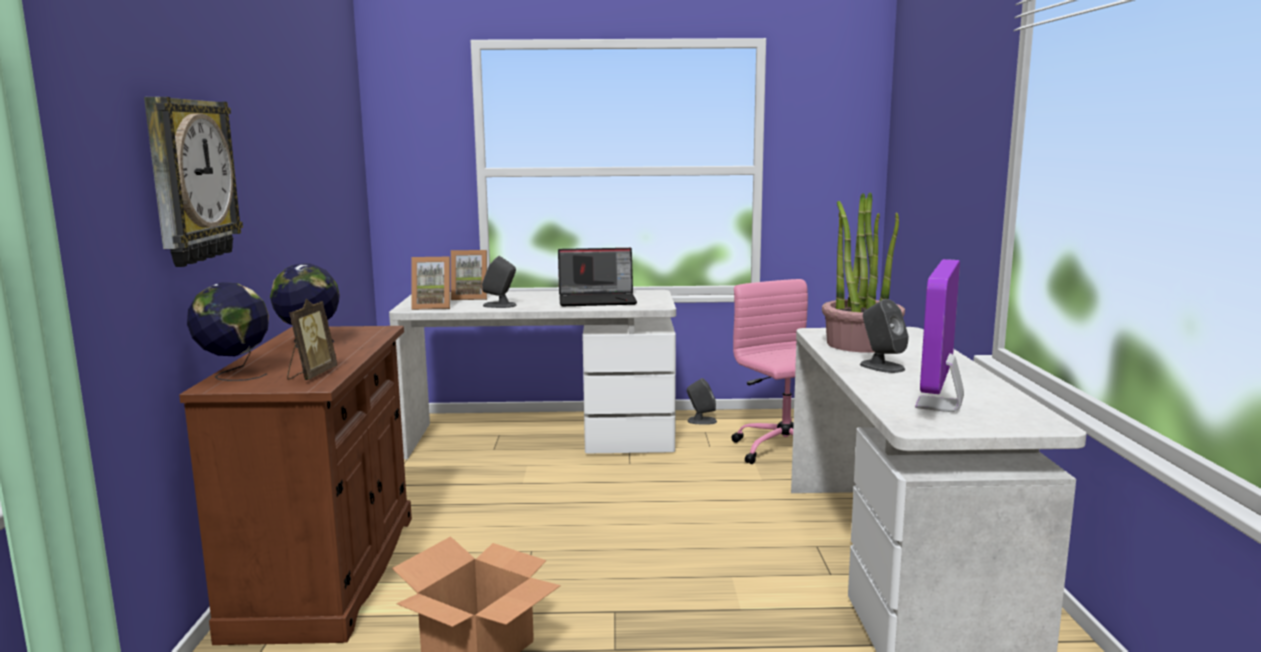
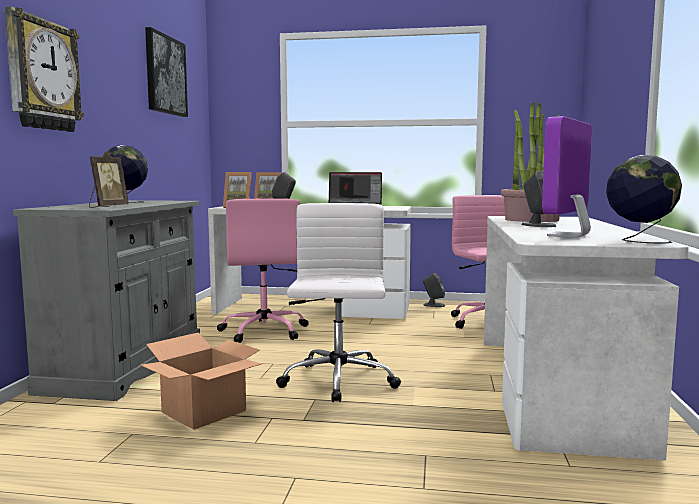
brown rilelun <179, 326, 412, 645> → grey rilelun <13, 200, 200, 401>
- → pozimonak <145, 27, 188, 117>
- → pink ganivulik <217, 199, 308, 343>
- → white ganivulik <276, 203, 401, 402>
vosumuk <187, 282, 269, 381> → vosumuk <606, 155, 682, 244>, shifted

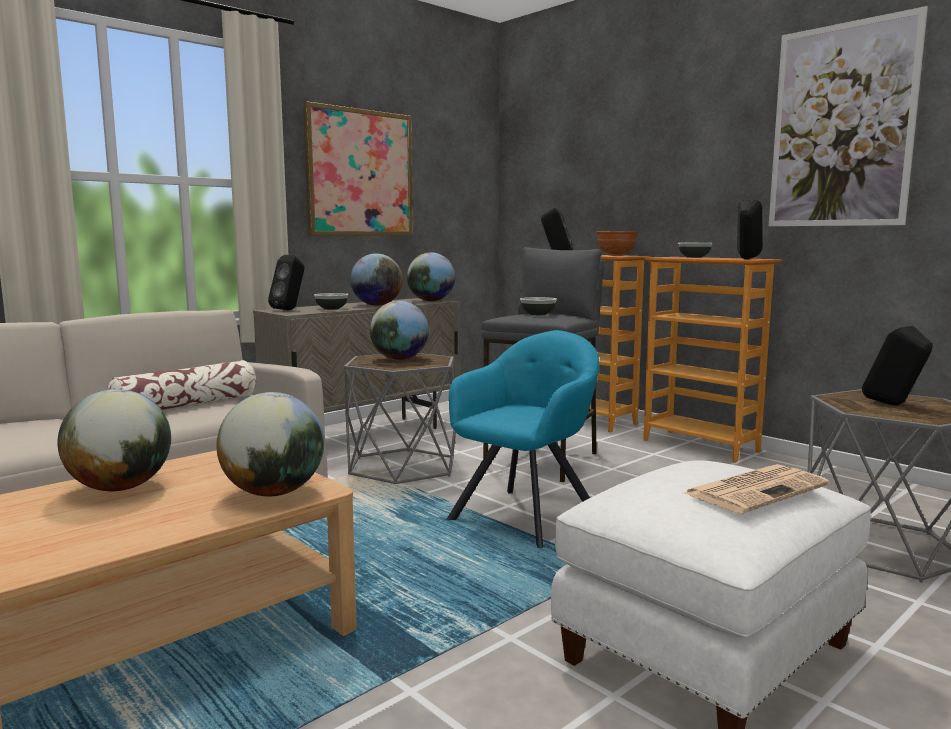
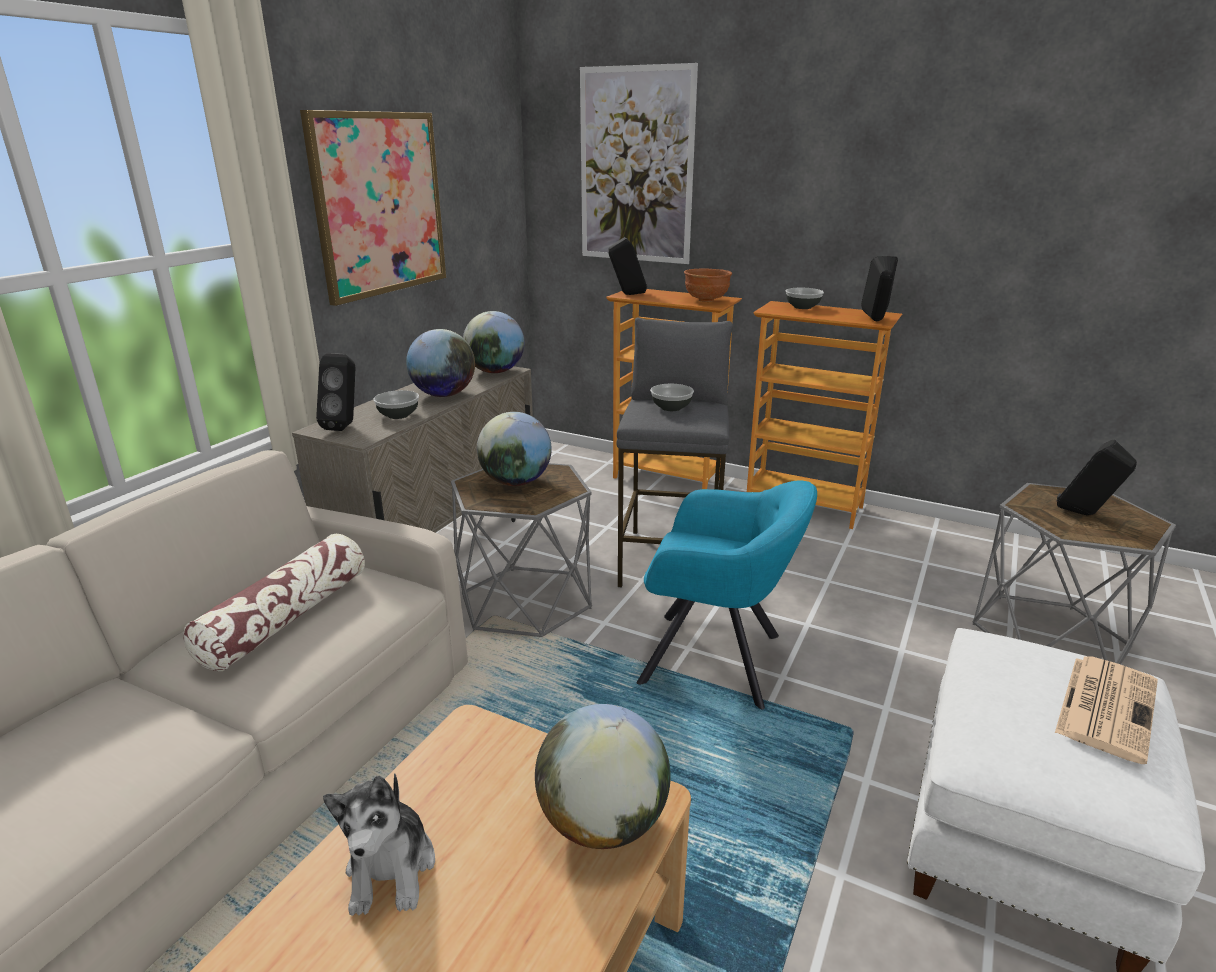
vosumuk <58, 389, 171, 491> → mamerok <323, 774, 435, 916>
pozimonak <769, 6, 928, 226> → pozimonak <580, 63, 698, 264>, shifted
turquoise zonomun <446, 330, 599, 548> → turquoise zonomun <637, 480, 817, 709>, 90 degrees clockwise

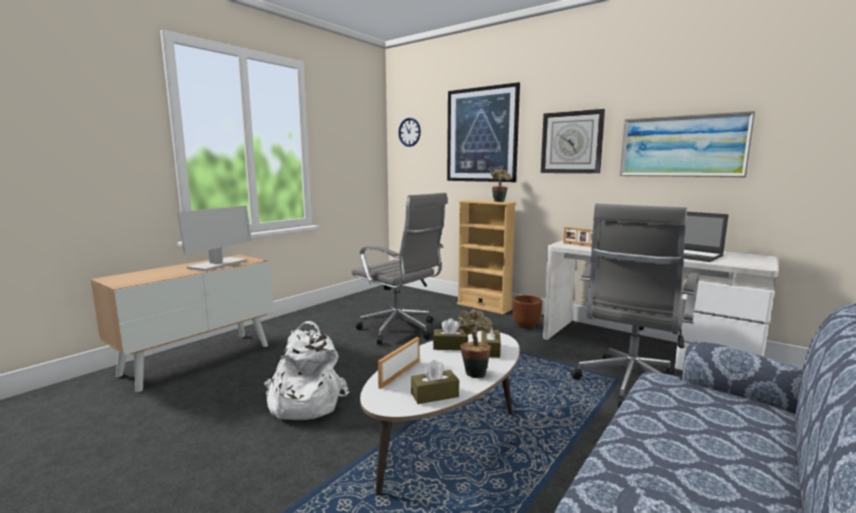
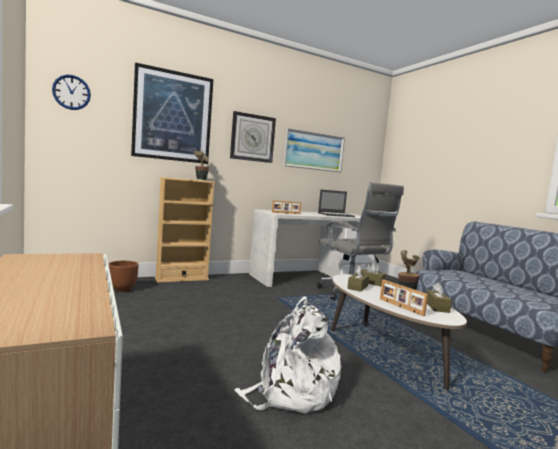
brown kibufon <512, 295, 542, 328> → brown kibufon <109, 261, 139, 292>, shifted
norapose <177, 205, 252, 271> → -
grey ganivulik <351, 193, 448, 345> → -

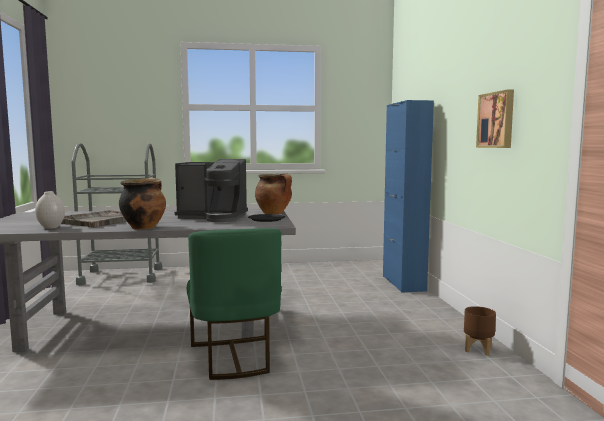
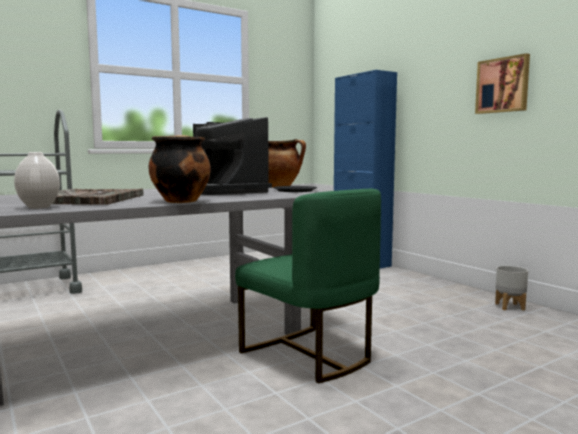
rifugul <175, 159, 248, 222> → rifugul <193, 117, 272, 195>, 75 degrees clockwise
brown kibufon <464, 306, 496, 356> → grey kibufon <495, 266, 528, 311>

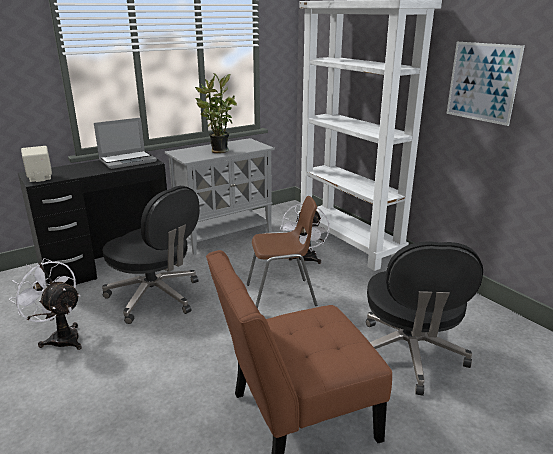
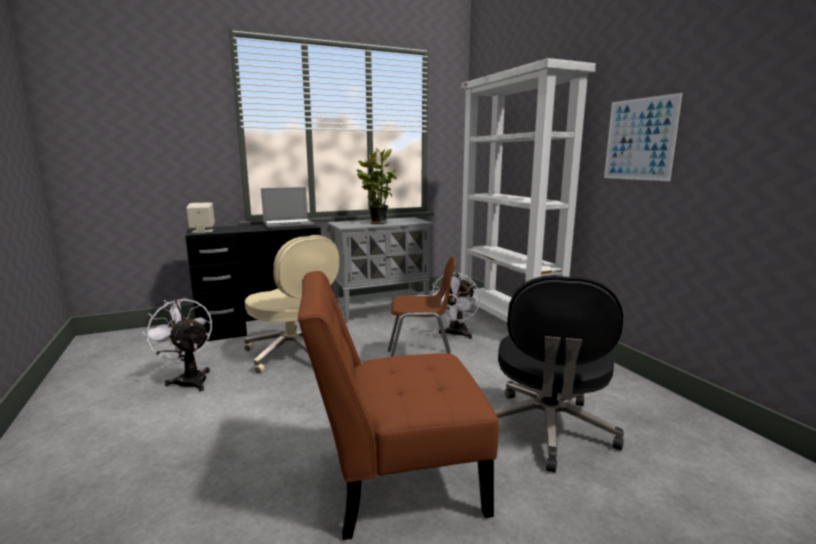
black ganivulik <102, 186, 199, 324> → beige ganivulik <244, 235, 339, 374>

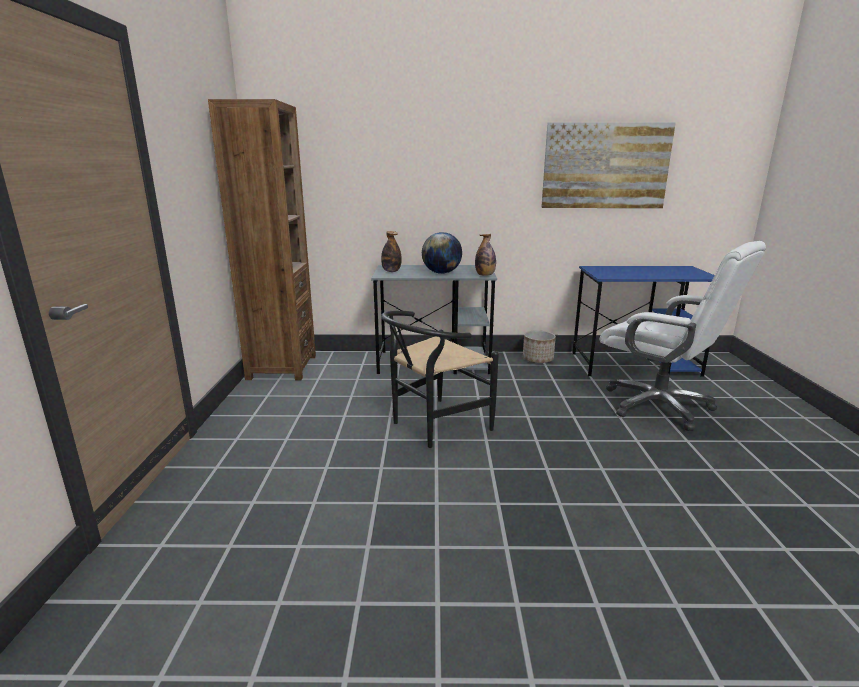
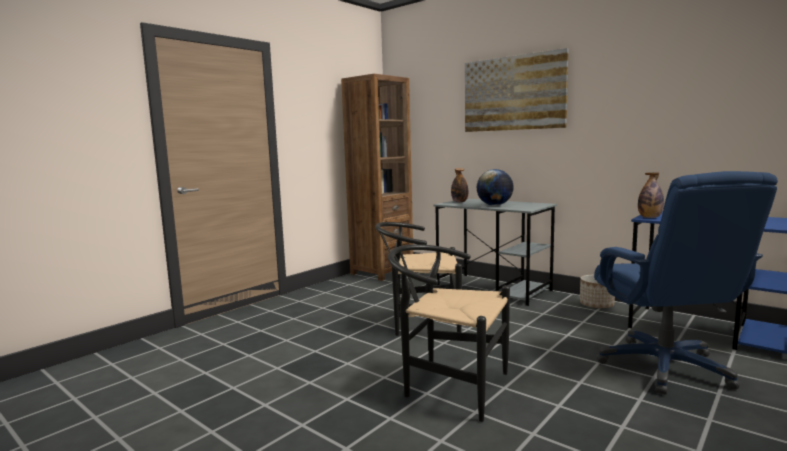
- → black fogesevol <388, 244, 510, 422>
pozimonak <541, 122, 676, 208> → pozimonak <465, 48, 569, 132>, shifted
white ganivulik <600, 241, 766, 431> → blue ganivulik <594, 171, 778, 395>
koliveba <475, 234, 496, 276> → koliveba <638, 172, 664, 218>, shifted

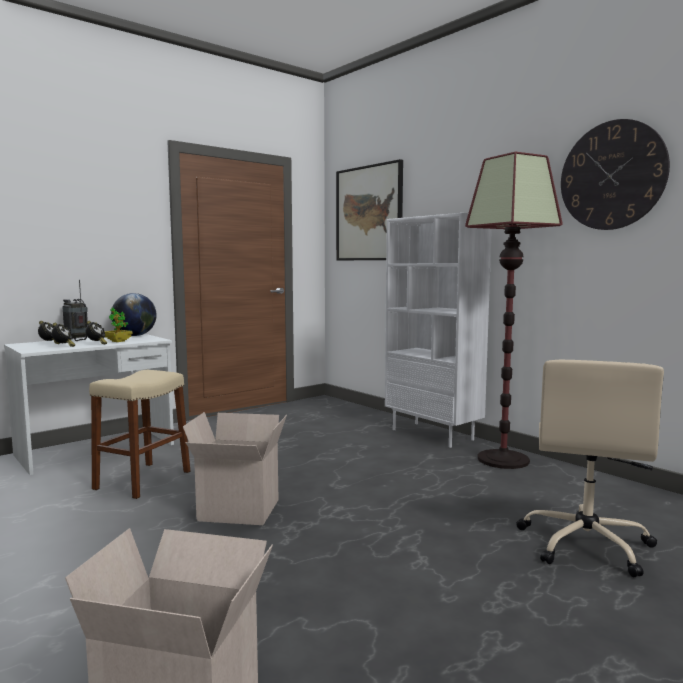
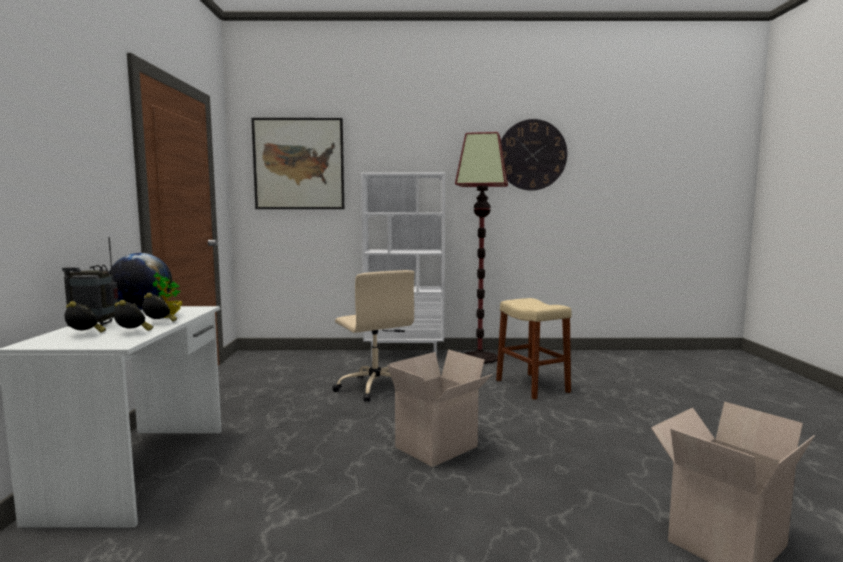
beige ganivulik <516, 359, 664, 577> → beige ganivulik <332, 270, 415, 402>, shifted
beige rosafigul <89, 370, 190, 499> → beige rosafigul <496, 298, 572, 400>, shifted

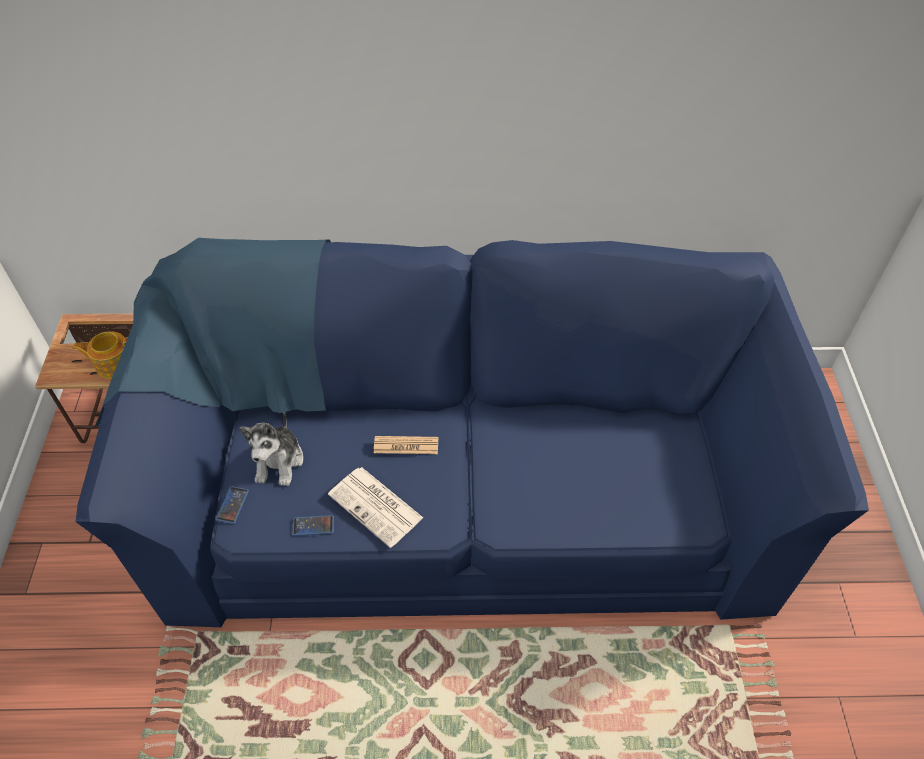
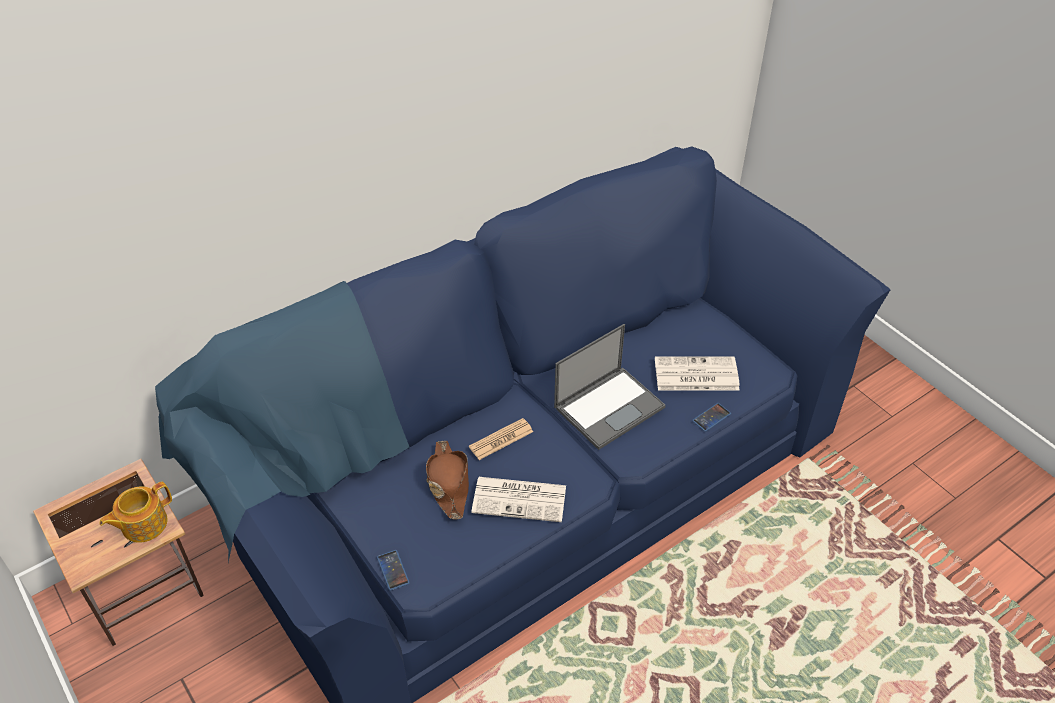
- → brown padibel <426, 441, 469, 519>
- → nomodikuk <554, 324, 666, 450>
- → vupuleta <655, 356, 740, 391>
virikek <292, 515, 334, 536> → virikek <692, 403, 731, 432>, shifted
mamerok <239, 412, 303, 486> → -

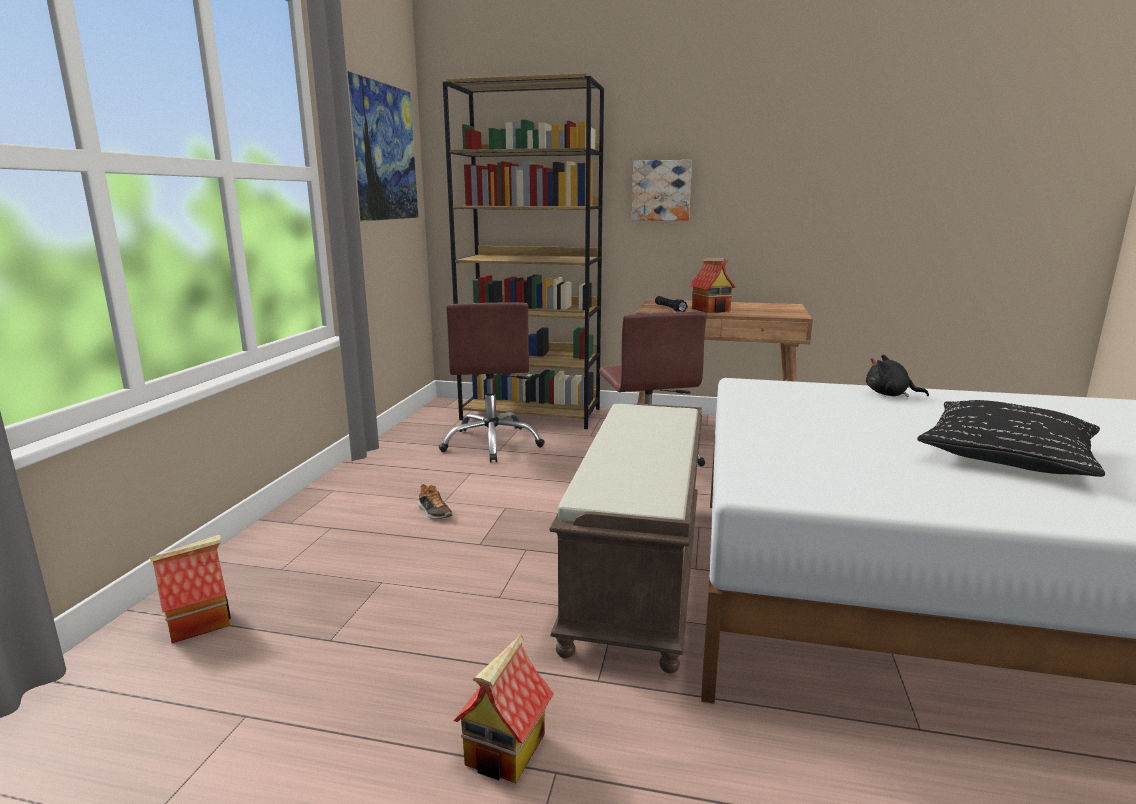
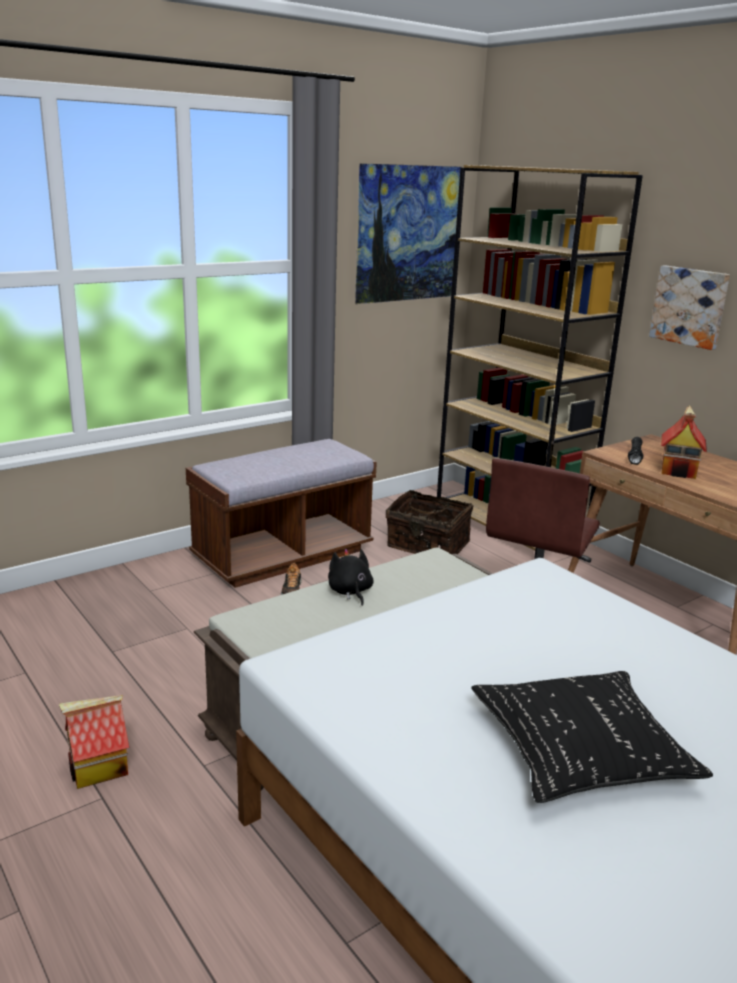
- → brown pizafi <186, 439, 377, 588>
black mamerok <866, 355, 929, 397> → black mamerok <328, 549, 374, 606>, shifted
brown ganivulik <439, 303, 545, 462> → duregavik <386, 490, 473, 554>
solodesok <149, 535, 231, 643> → -

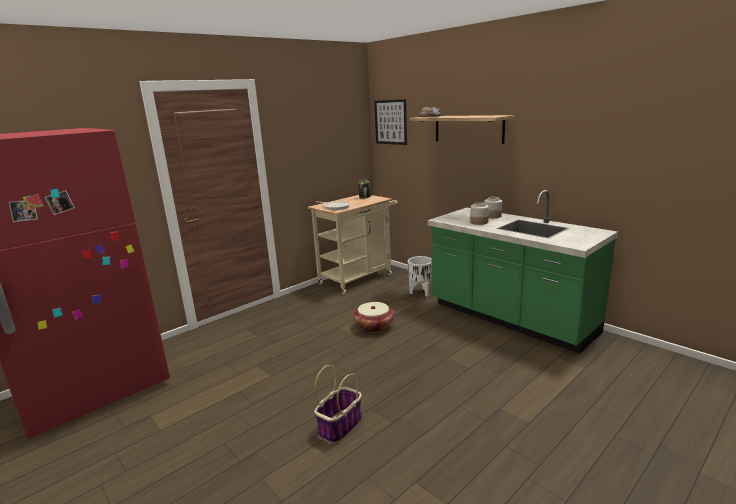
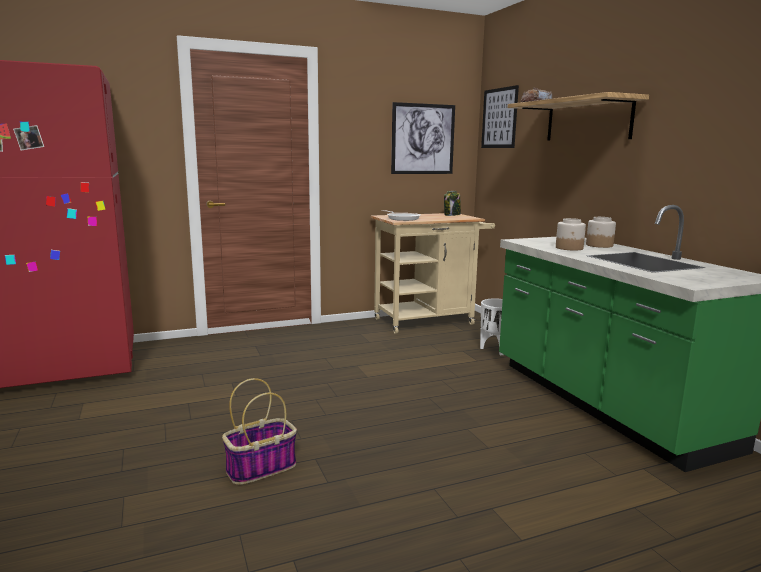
- → pozimonak <391, 102, 455, 174>
duregavik <353, 302, 394, 333> → -

